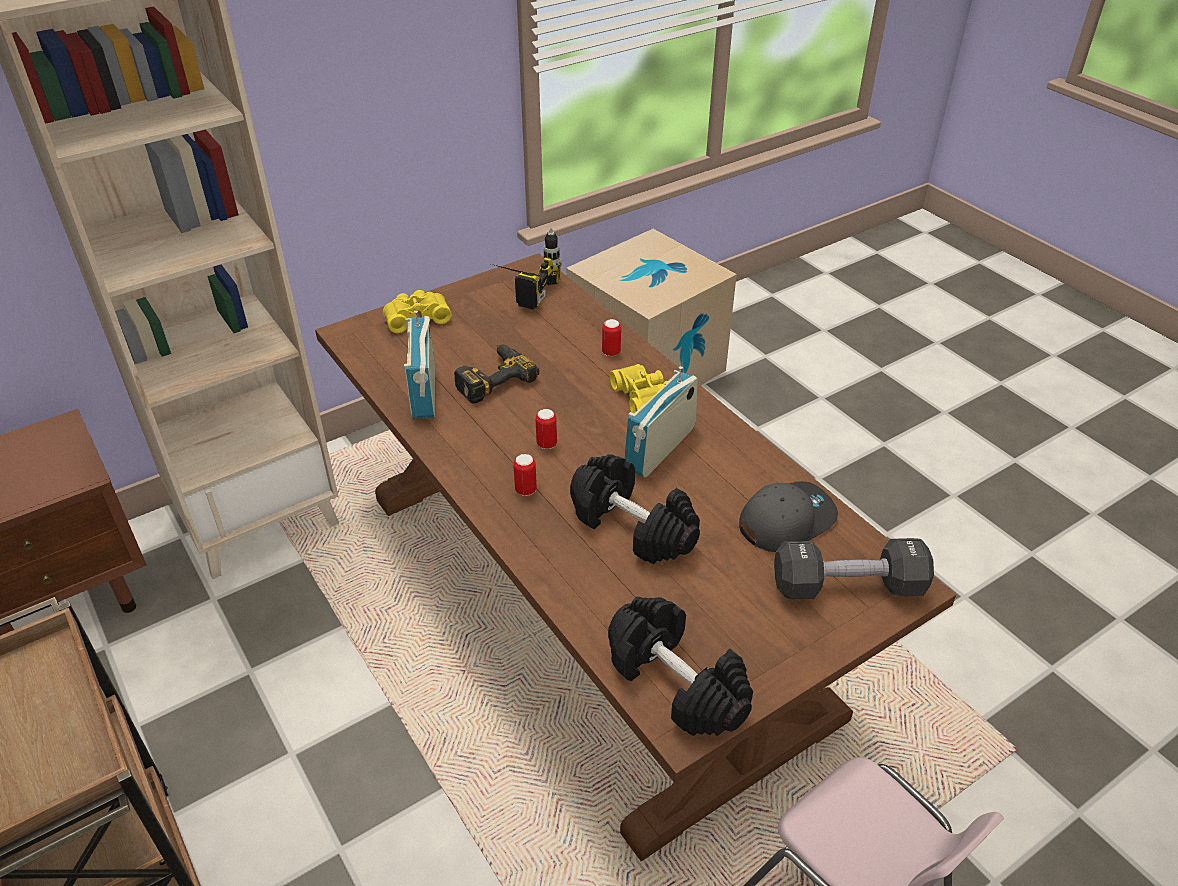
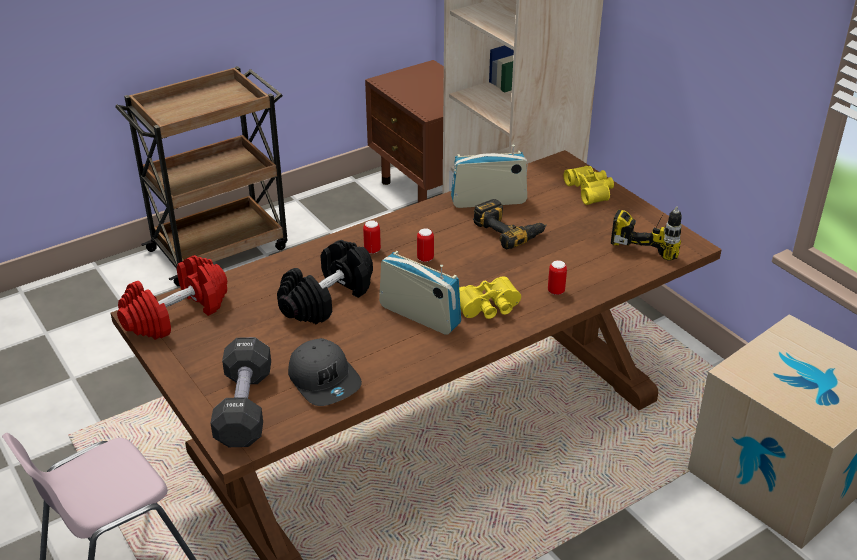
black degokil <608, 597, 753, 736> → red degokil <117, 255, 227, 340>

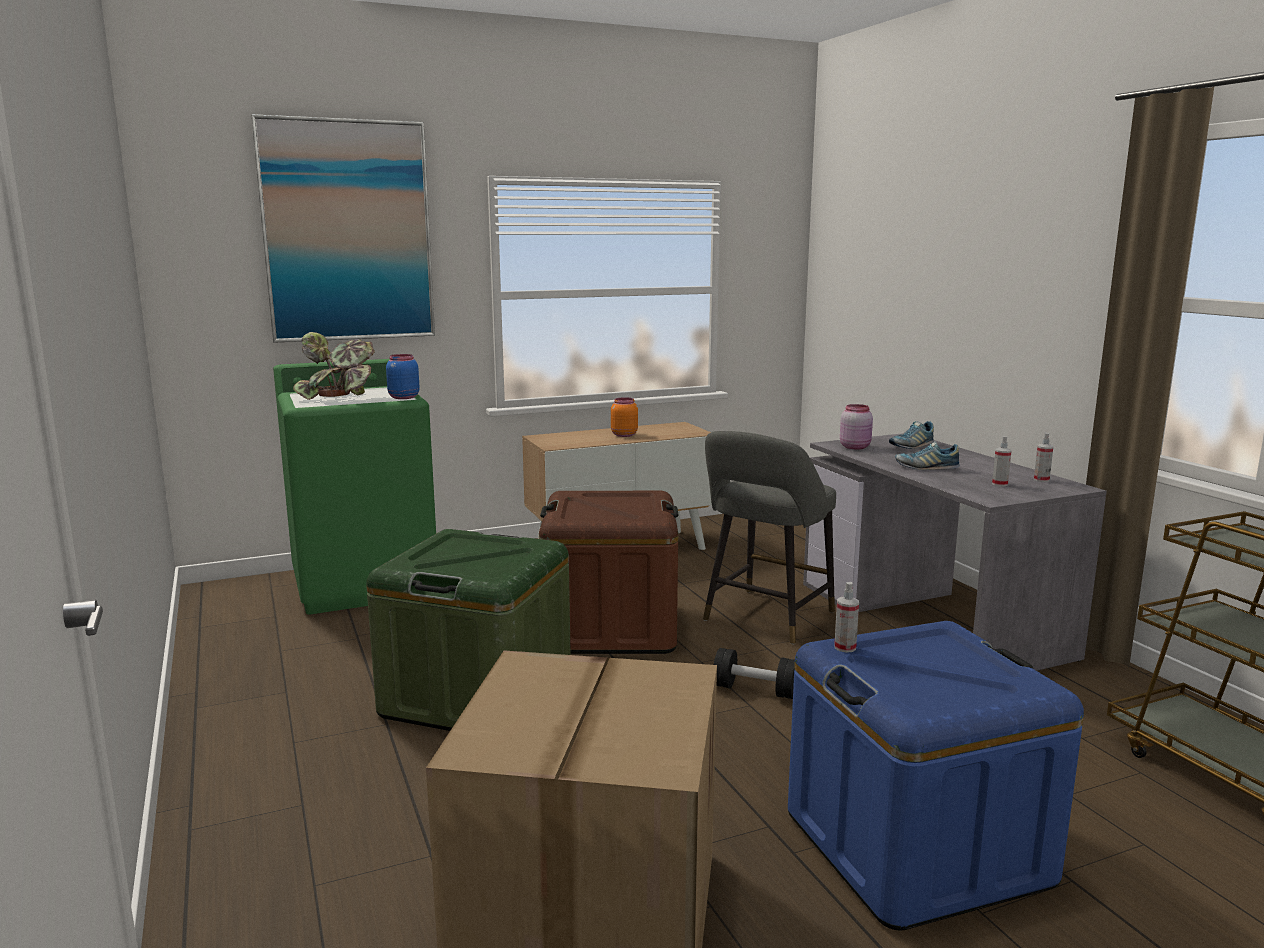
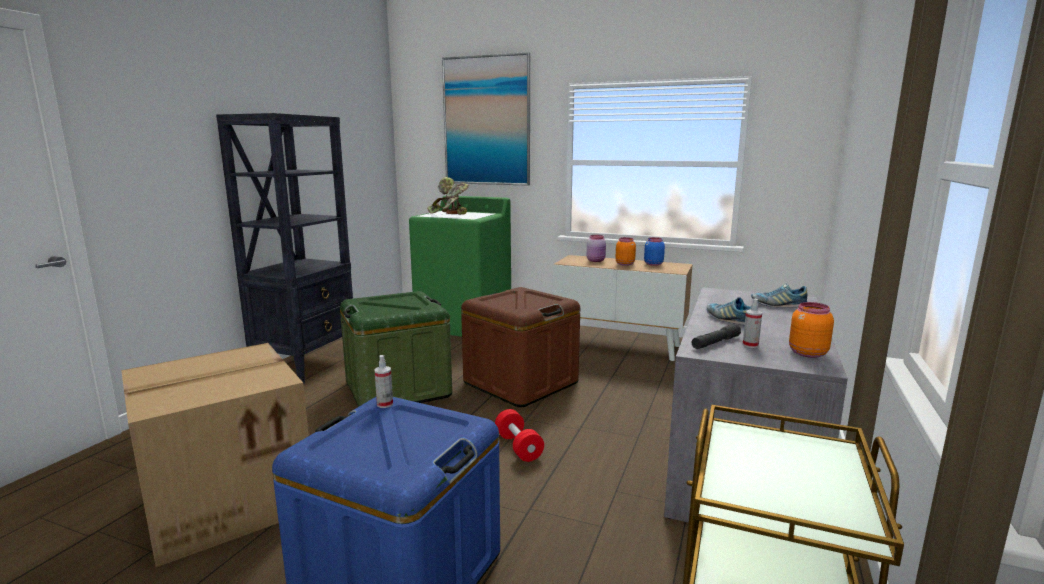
- → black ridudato <216, 113, 353, 384>
black degokil <714, 648, 795, 699> → red degokil <495, 409, 544, 462>
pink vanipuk <840, 404, 873, 449> → pink vanipuk <587, 235, 606, 262>, shifted
blue vanipuk <386, 354, 420, 399> → blue vanipuk <644, 237, 665, 266>, shifted
- → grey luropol <692, 324, 741, 349>
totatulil <1034, 433, 1053, 482> → orange vanipuk <789, 302, 834, 358>
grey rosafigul <703, 431, 836, 644> → -

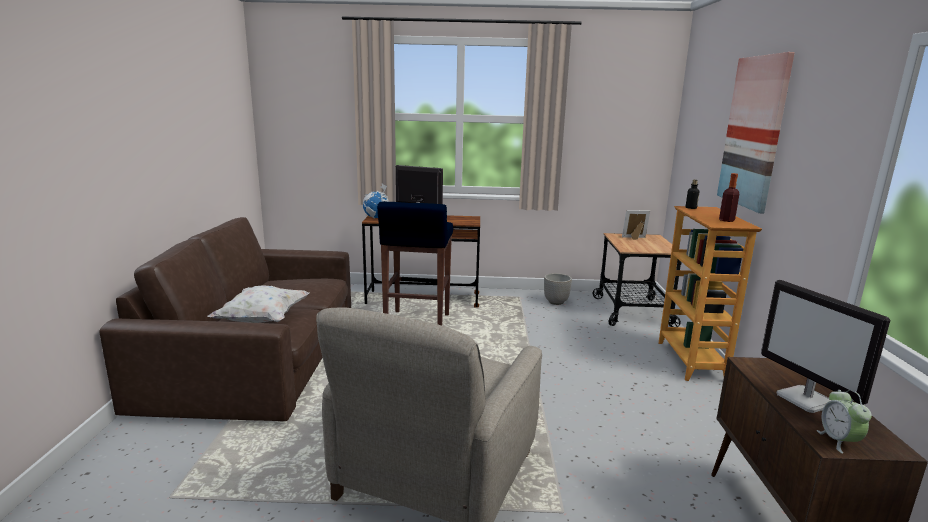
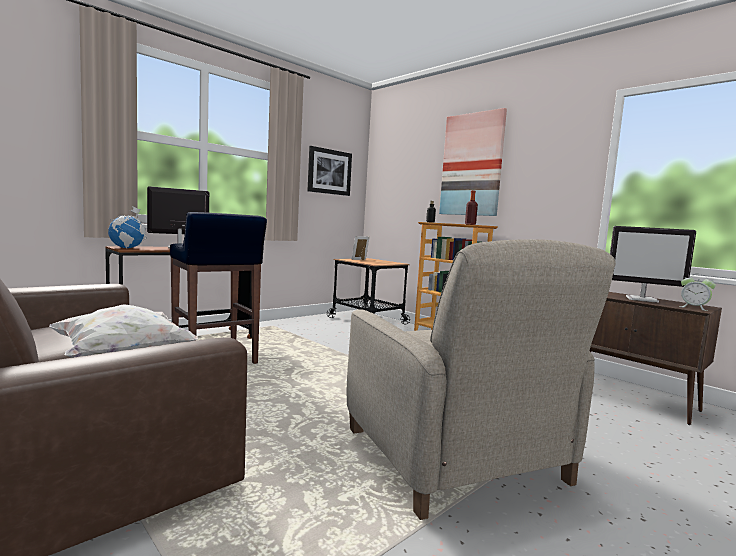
- → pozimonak <307, 146, 352, 196>
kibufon <544, 273, 572, 305> → -

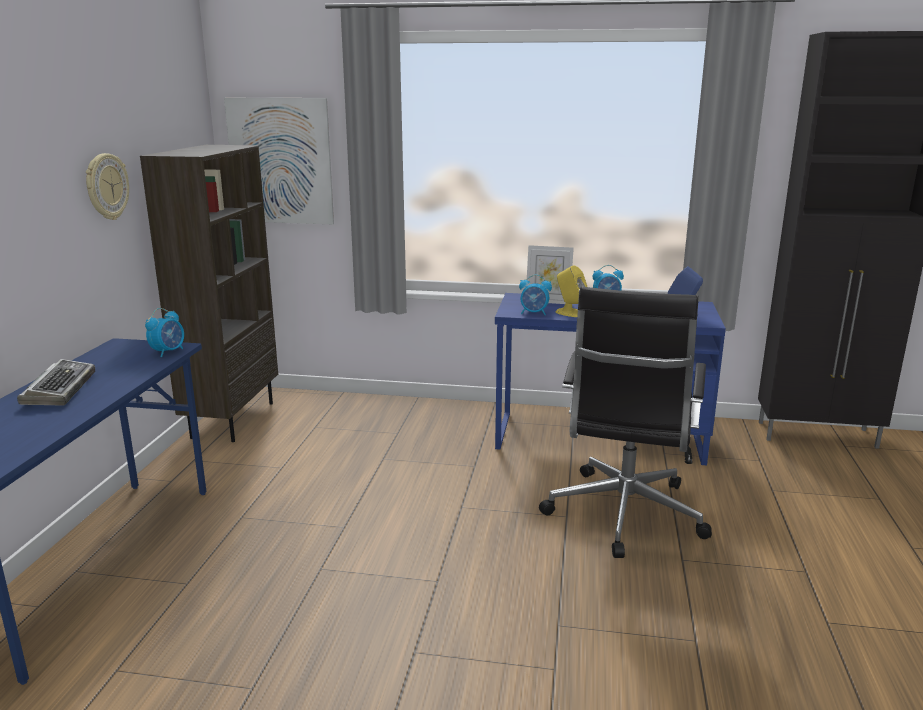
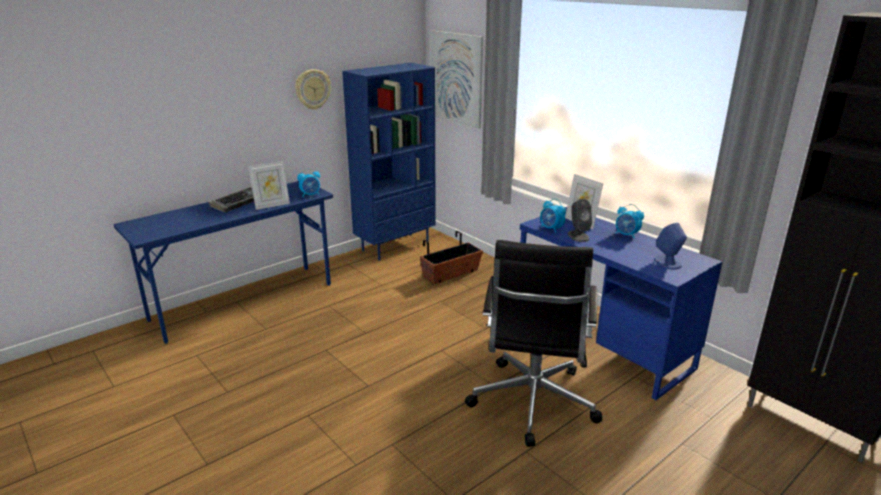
- → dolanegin <248, 161, 290, 210>
brown ridudato <140, 145, 278, 442> → blue ridudato <342, 63, 436, 261>
- → kibufon <420, 231, 483, 284>
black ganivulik <539, 287, 712, 558> → black ganivulik <465, 240, 602, 447>, 45 degrees counterclockwise
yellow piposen <556, 265, 587, 317> → grey piposen <568, 198, 592, 242>

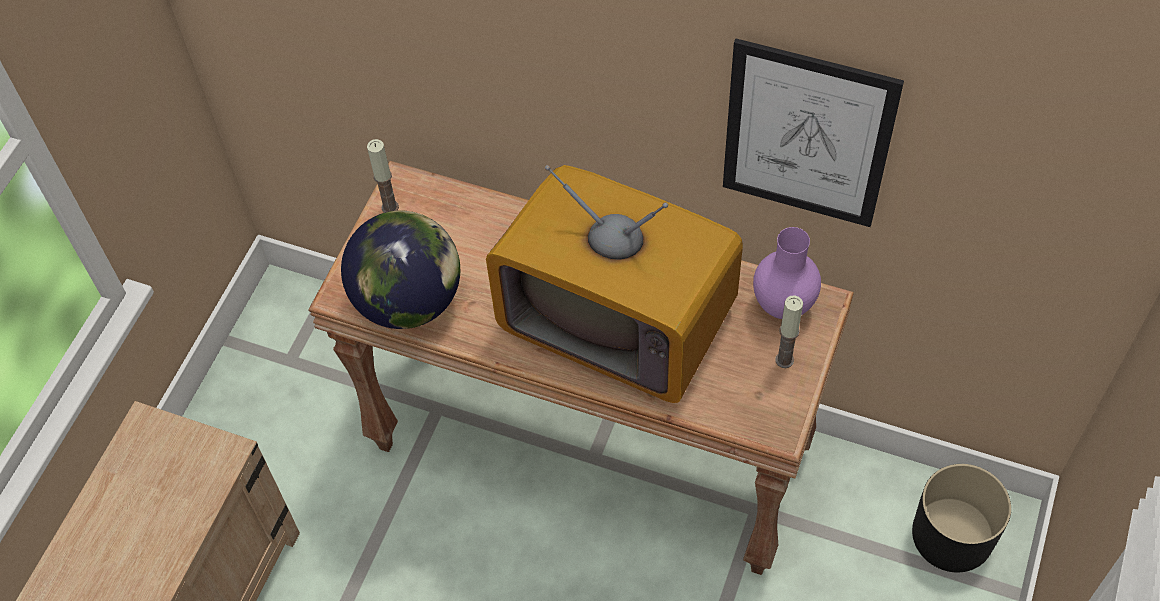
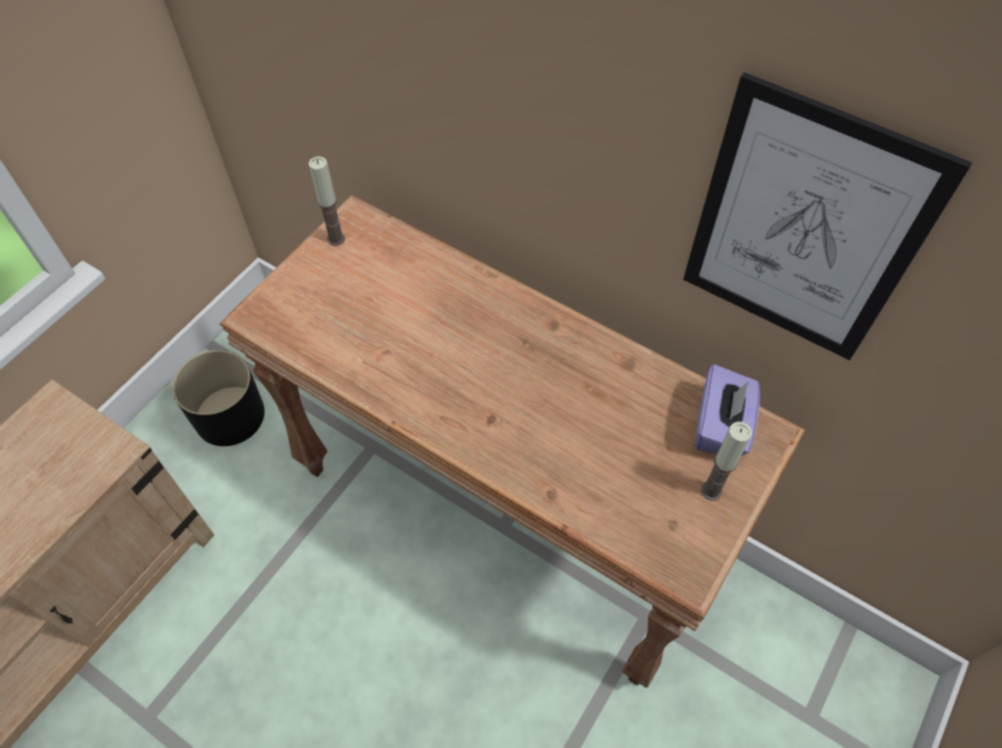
black kibufon <912, 464, 1011, 572> → black kibufon <172, 350, 265, 446>, shifted
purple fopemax <753, 227, 821, 319> → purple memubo <695, 364, 760, 456>
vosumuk <341, 211, 460, 329> → -
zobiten <486, 165, 743, 403> → -

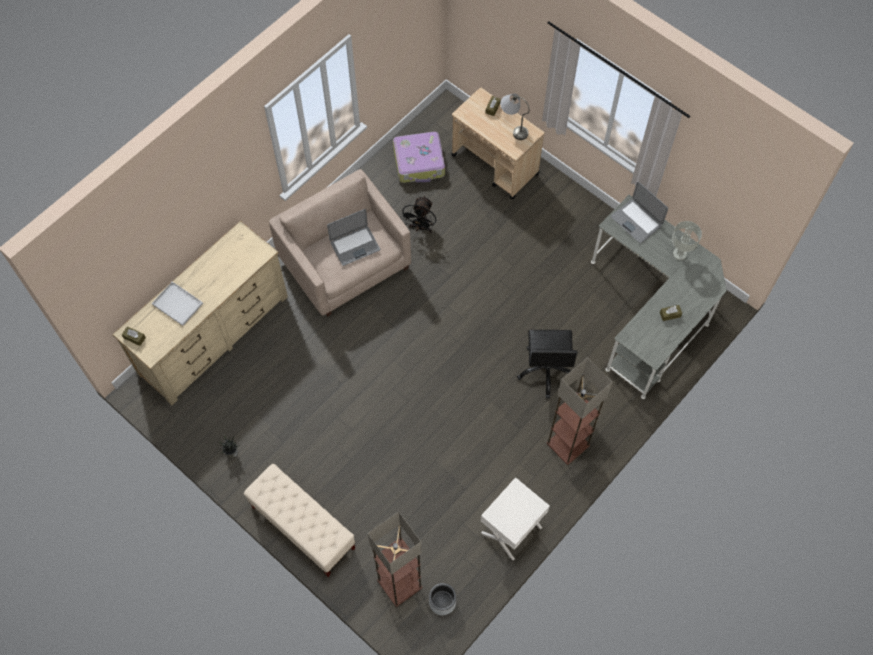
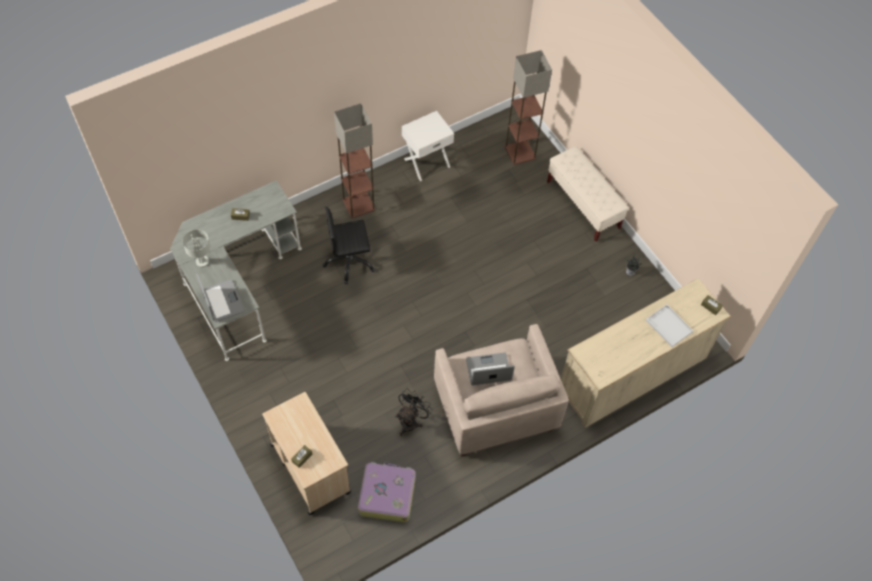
black ganivulik <517, 330, 578, 398> → black ganivulik <323, 207, 375, 284>, 120 degrees counterclockwise
grey kibufon <429, 583, 456, 615> → -
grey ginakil <500, 94, 530, 140> → -

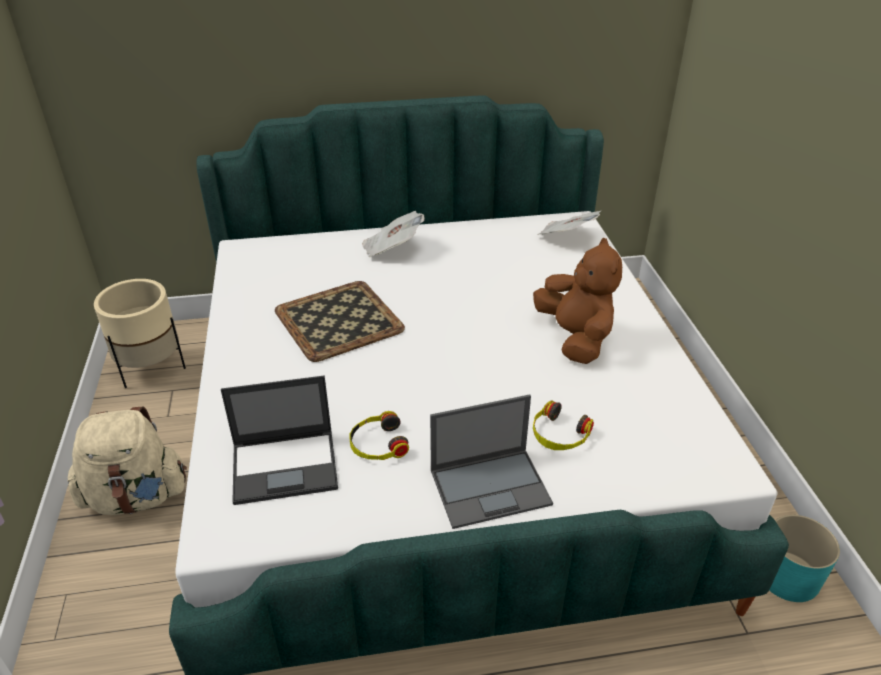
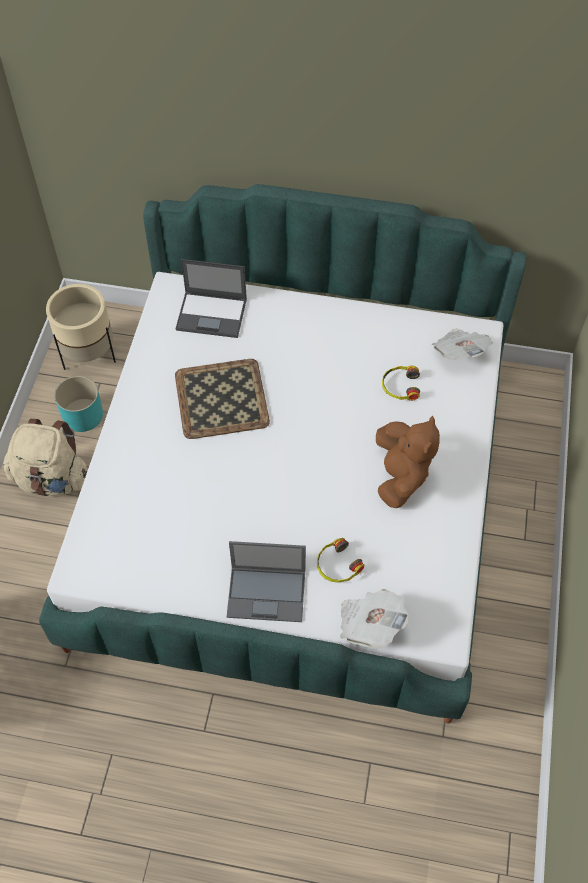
turquoise kibufon <769, 515, 840, 602> → turquoise kibufon <54, 376, 103, 432>, shifted
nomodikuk <221, 376, 338, 505> → nomodikuk <176, 259, 247, 338>, shifted
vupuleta <362, 211, 425, 257> → vupuleta <340, 589, 409, 649>, shifted
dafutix <349, 411, 409, 460> → dafutix <382, 366, 420, 401>, shifted

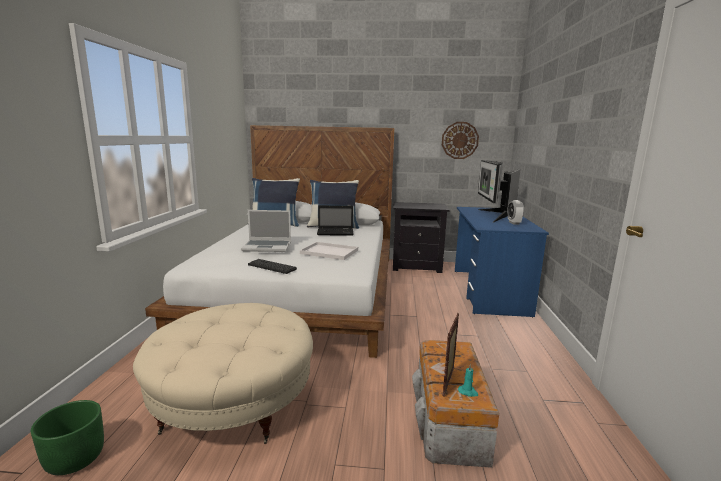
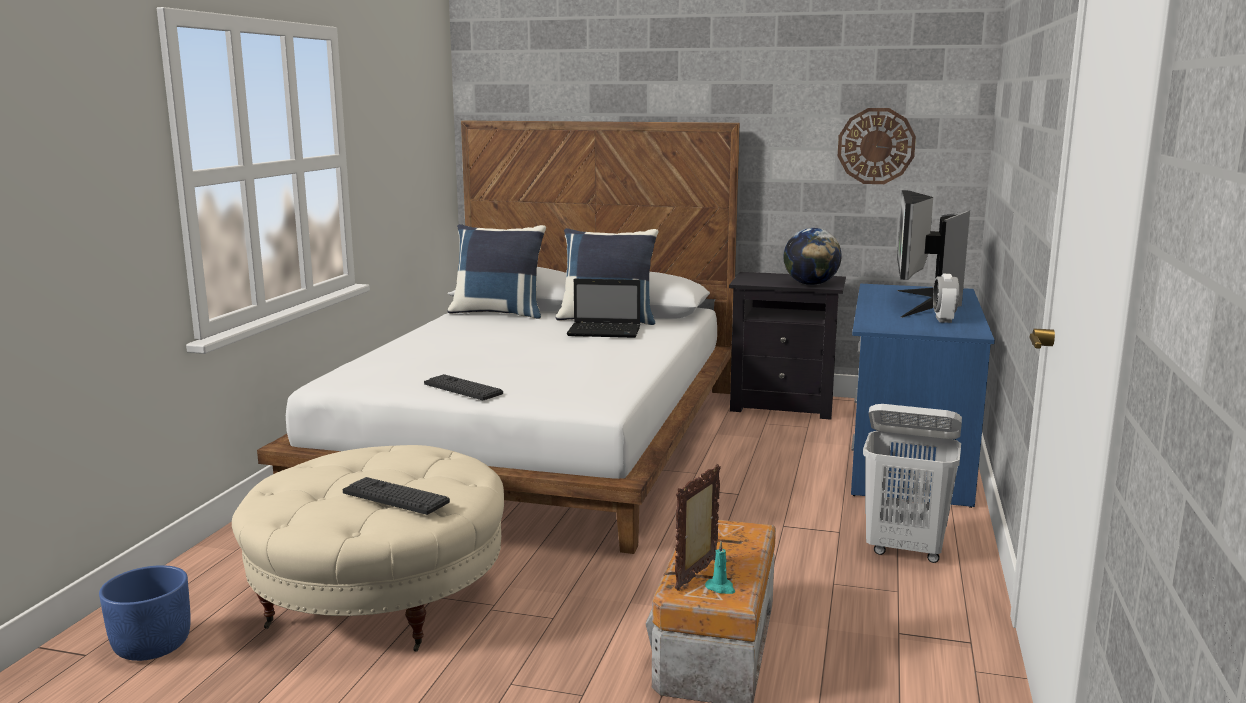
green kibufon <31, 400, 104, 475> → blue kibufon <99, 565, 191, 661>
- → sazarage <343, 477, 450, 515>
- → vosumuk <784, 228, 842, 285>
- → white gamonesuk <863, 404, 962, 563>
nomodikuk <241, 210, 291, 252> → -
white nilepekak <299, 242, 358, 260> → -

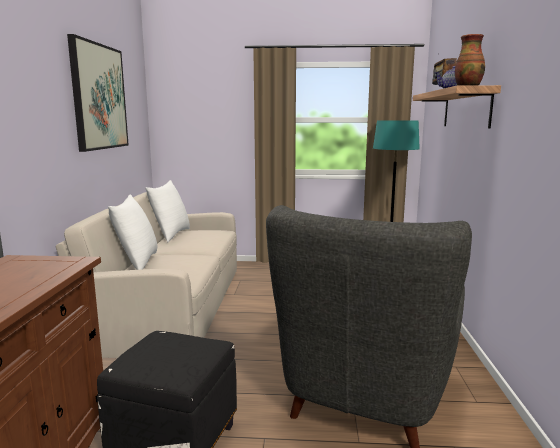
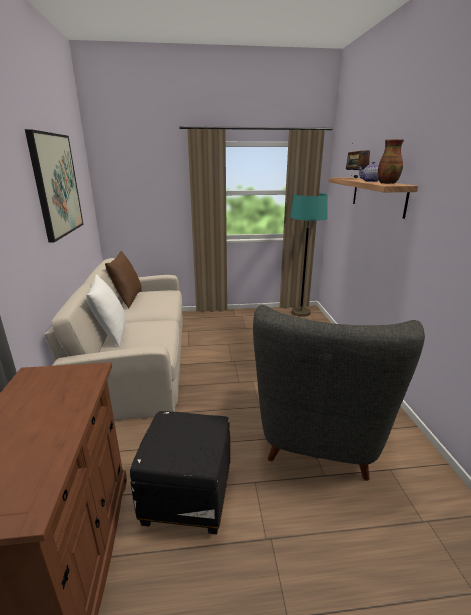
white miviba <145, 180, 190, 242> → brown miviba <105, 251, 142, 309>

